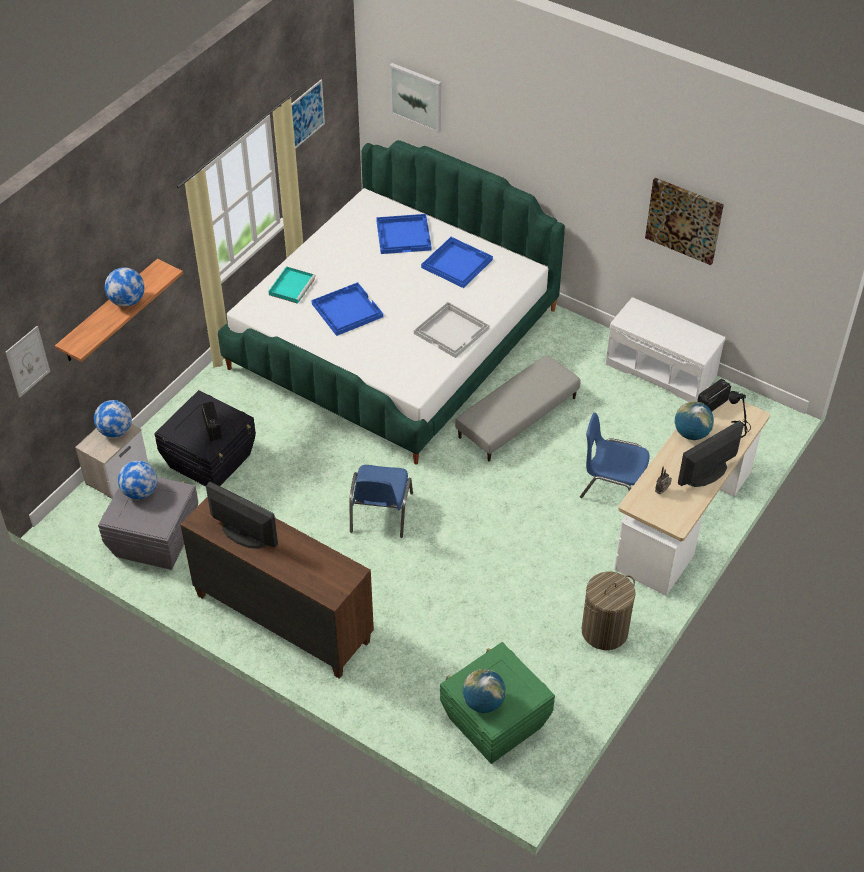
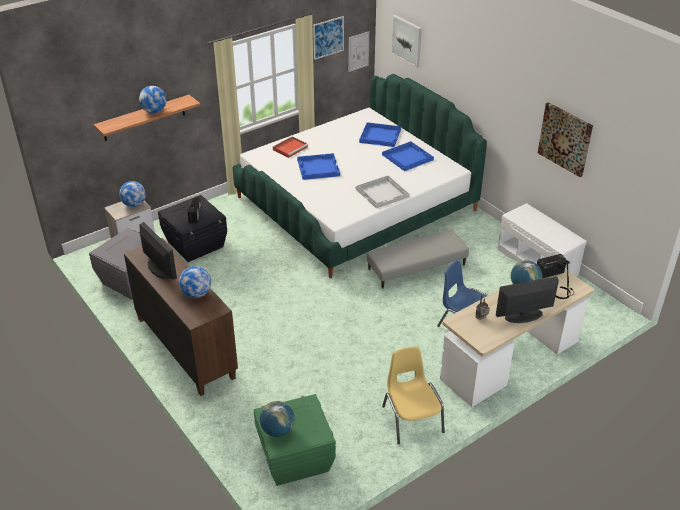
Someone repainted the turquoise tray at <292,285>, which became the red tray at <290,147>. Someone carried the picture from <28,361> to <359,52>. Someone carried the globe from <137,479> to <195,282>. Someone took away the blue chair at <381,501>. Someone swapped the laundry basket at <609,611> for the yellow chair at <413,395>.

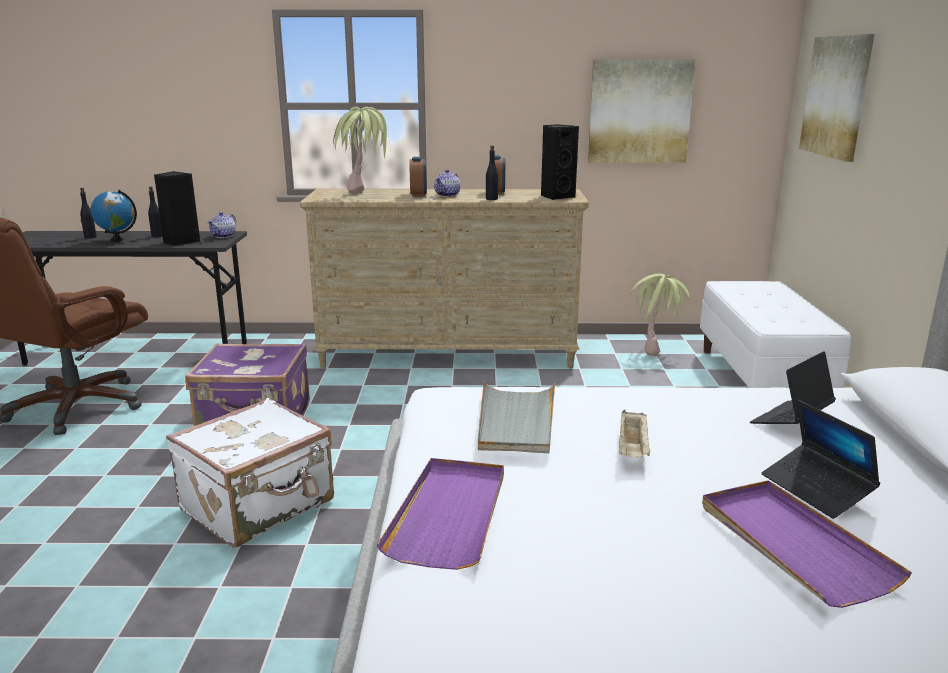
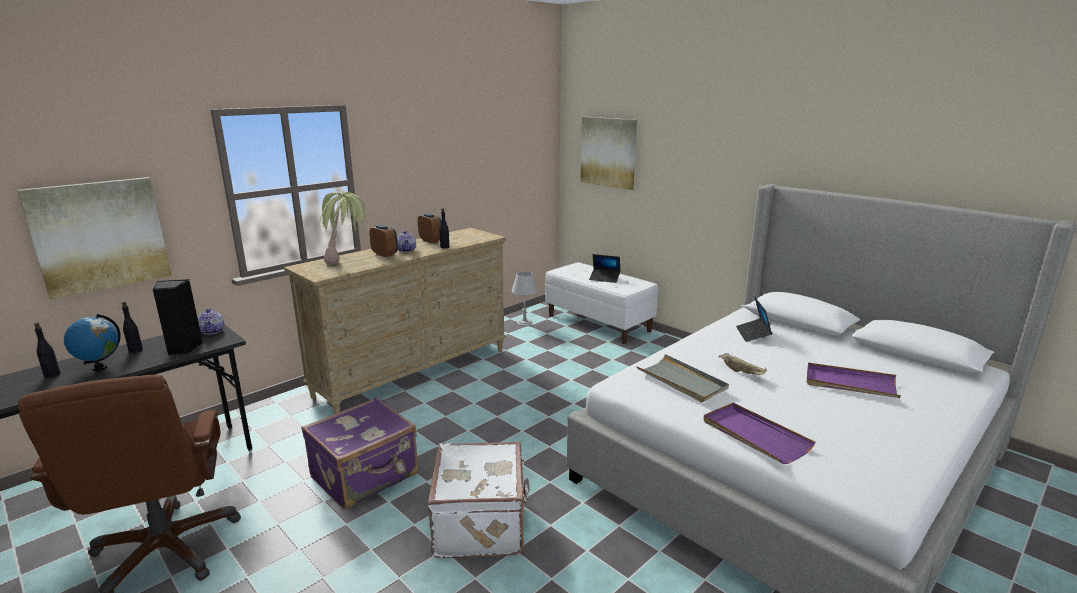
Someone carried the picture from <642,111> to <94,238>. Someone took away the black speaker at <560,162>. Someone swapped the potted plant at <660,314> for the grey table lamp at <525,298>. Someone carried the laptop from <821,459> to <604,268>.

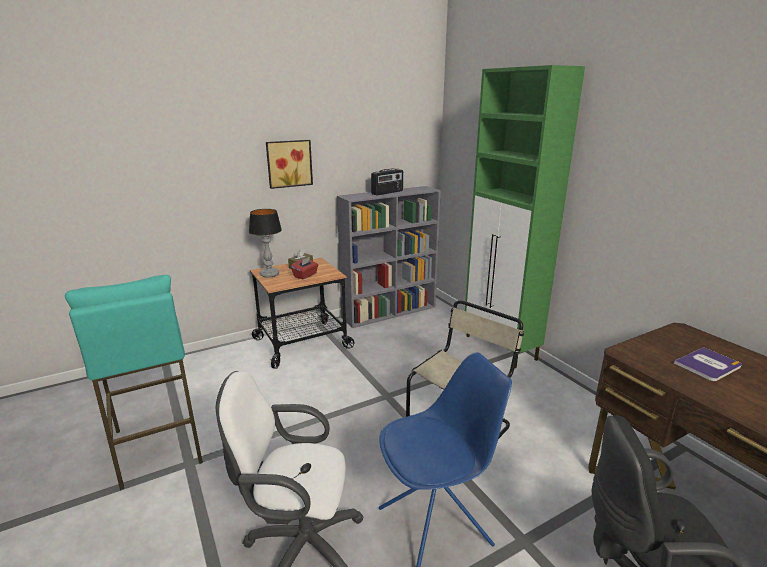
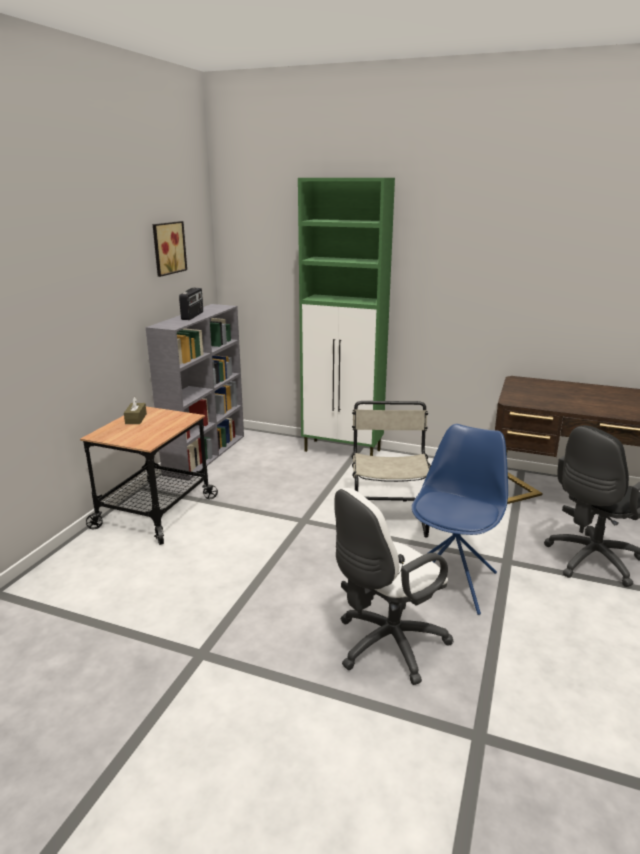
Someone carried the picture from <289,164> to <170,249>. Someone took away the table lamp at <265,243>. Someone took away the red tissue box at <304,268>. Someone took away the turquoise stool at <134,382>. Someone took away the book at <708,364>.

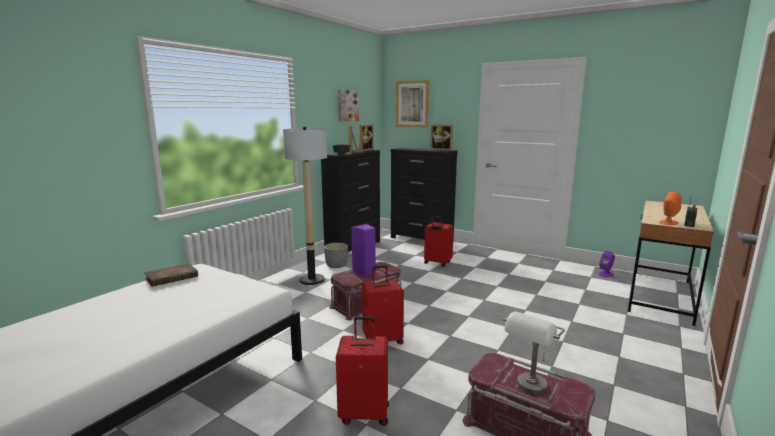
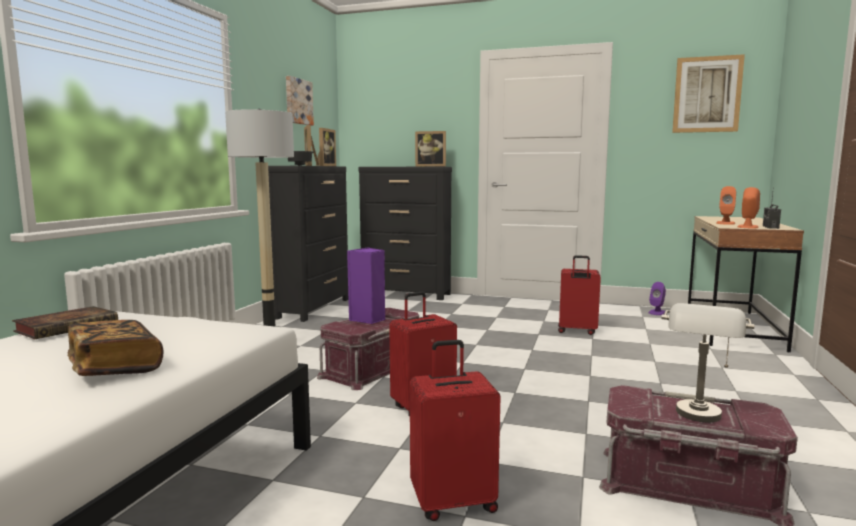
Someone carried the picture from <412,104> to <708,93>. Someone carried the red suitcase from <439,241> to <579,295>. Someone took away the grey planter at <336,255>. Someone put down the orange speaker at <726,205>. Someone put down the book at <115,348>.

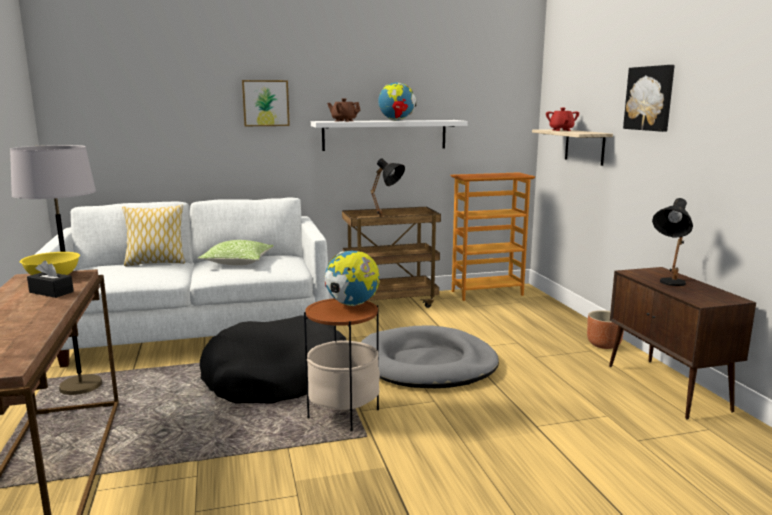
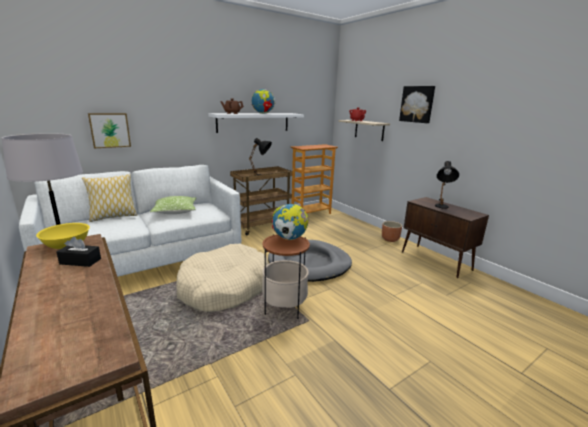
Someone carried the picture from <266,103> to <109,130>. Someone repainted the black dog bed at <273,360>, which became the beige dog bed at <222,278>.

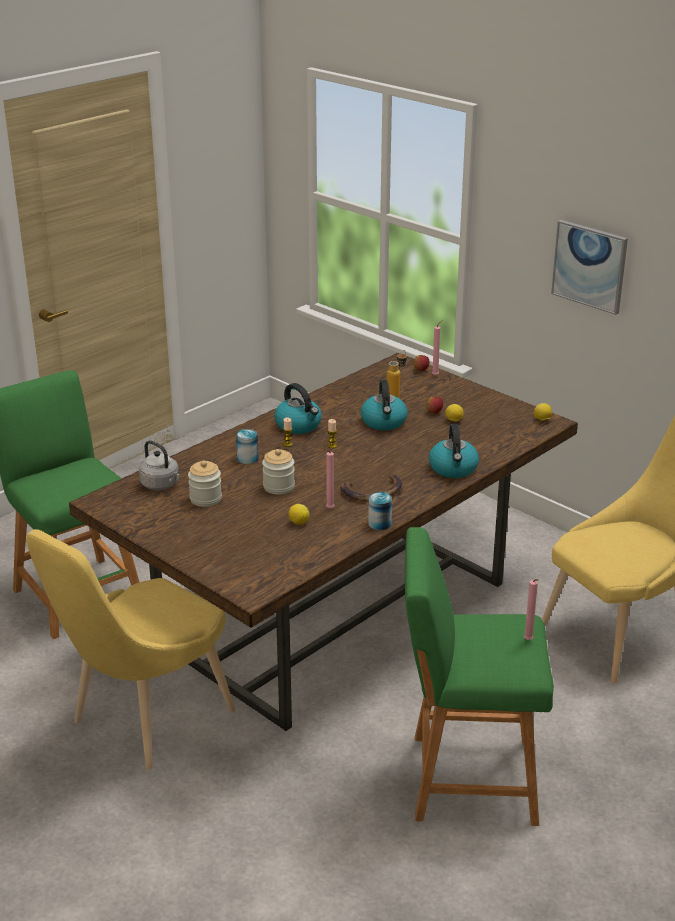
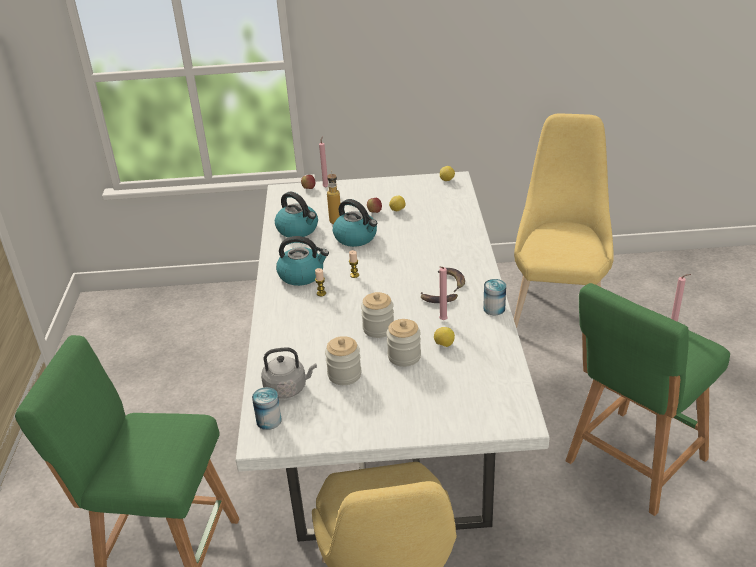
Someone took away the picture at <589,267>. Someone repainted the brown dining table at <323,542>, which became the white dining table at <393,356>. Someone carried the kettle from <454,451> to <296,214>. Someone carried the can from <247,446> to <267,408>. Someone put down the jar at <403,343>.

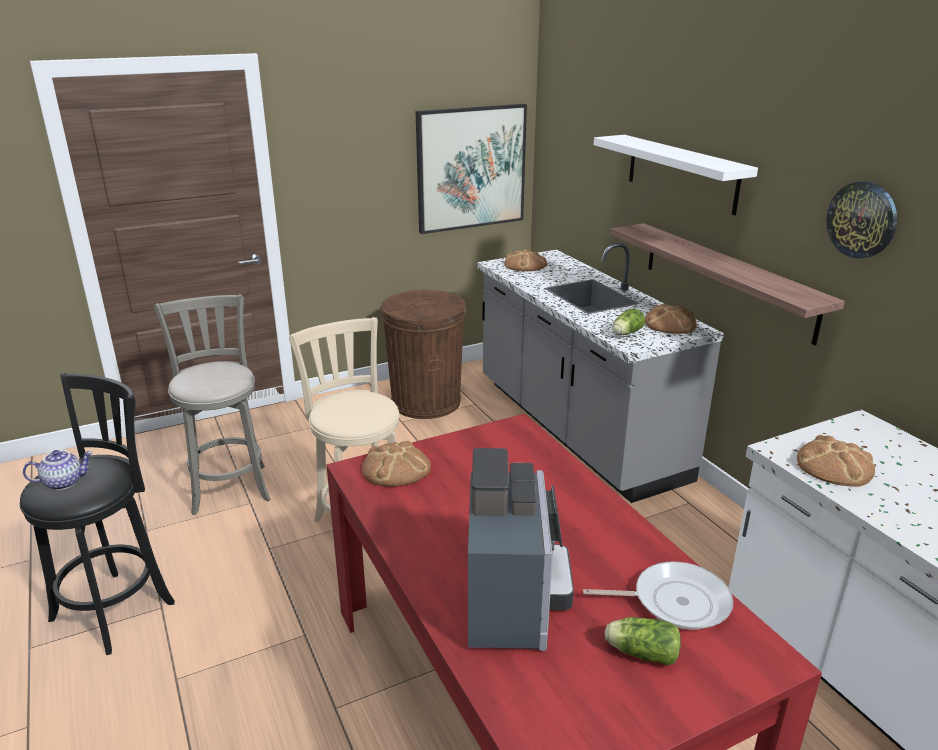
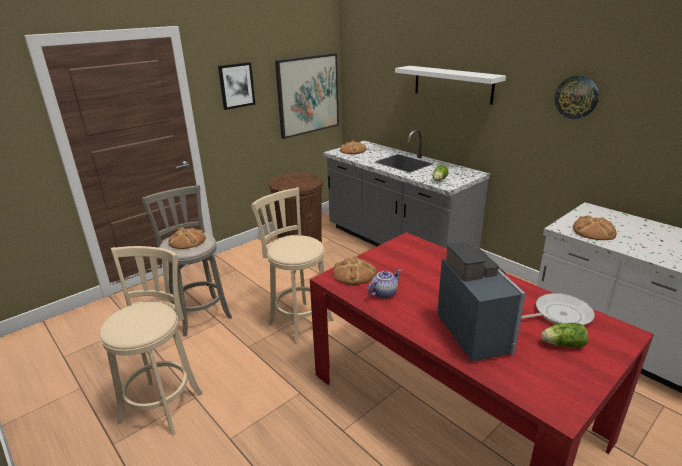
Someone took away the shelf at <727,284>. Someone carried the bread from <671,318> to <187,238>. Someone repainted the black stool at <97,514>, which became the beige stool at <151,340>. Someone carried the teapot from <58,470> to <384,283>. Someone put up the picture at <236,86>.

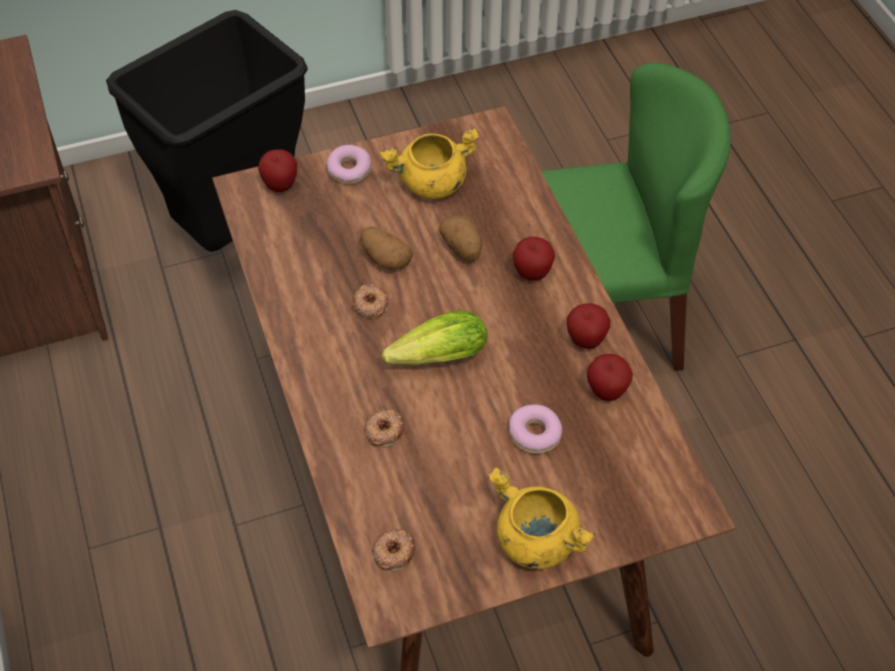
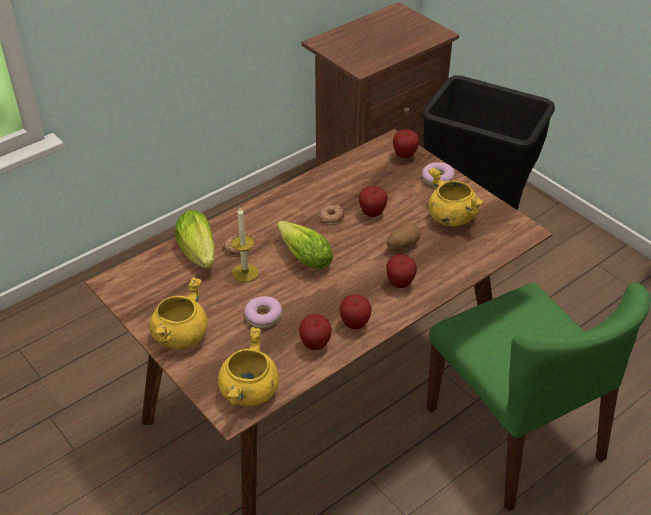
Someone swapped the potato at <387,248> for the apple at <373,201>. Someone took away the donut at <394,550>. Someone put down the candle at <244,245>. Someone put down the lettuce at <195,239>. Someone put down the yellow cooking pot at <248,366>.

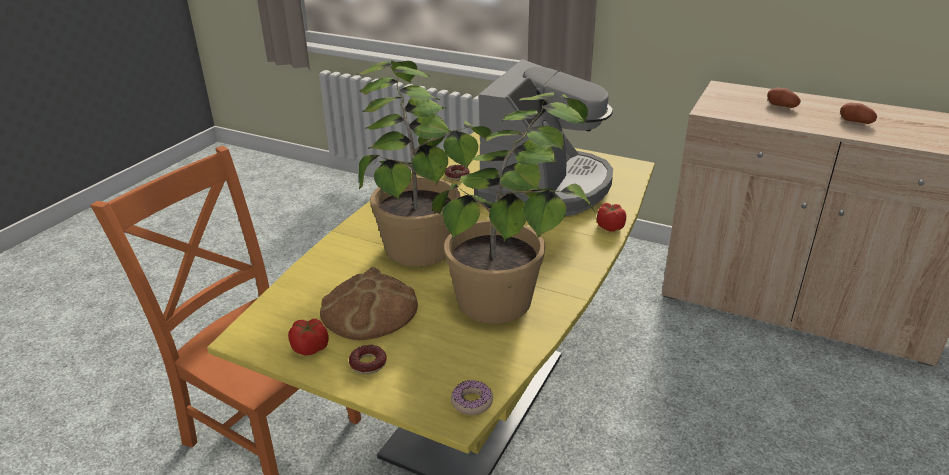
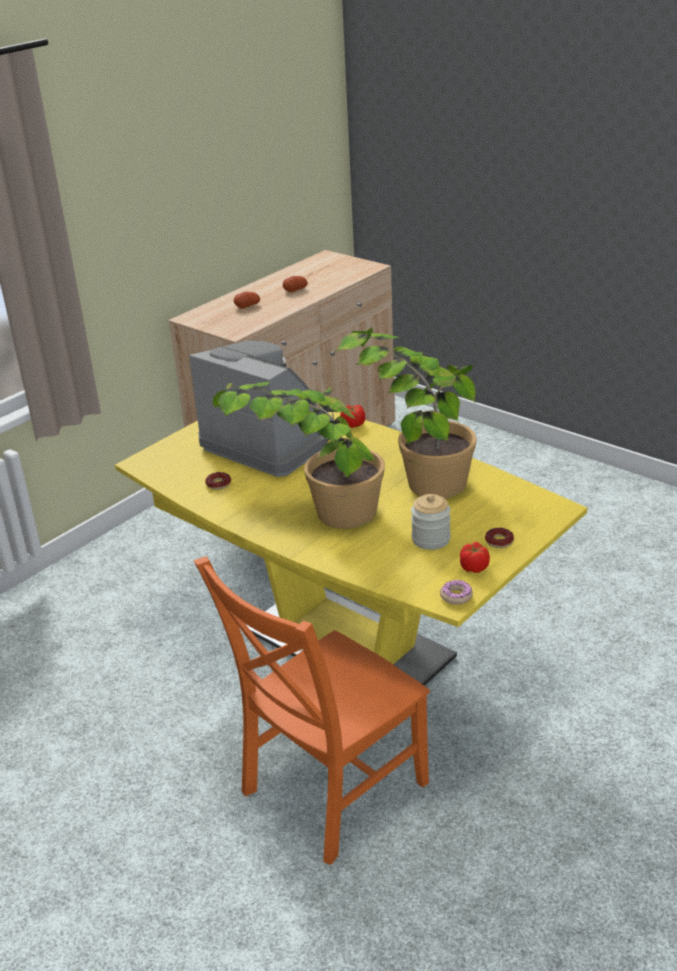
Someone swapped the bread at <369,303> for the jar at <431,522>. Someone carried the donut from <472,397> to <456,592>.

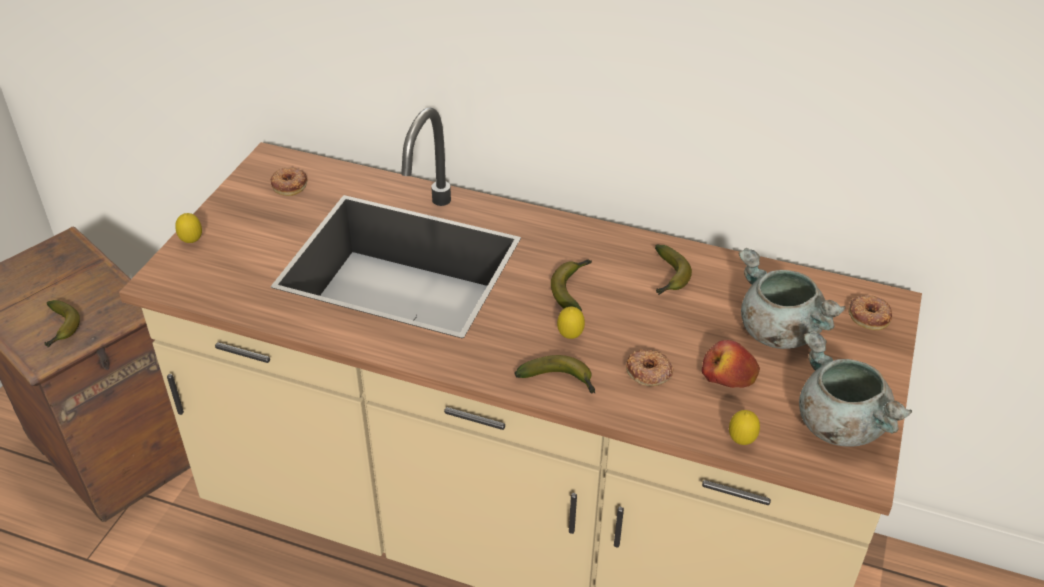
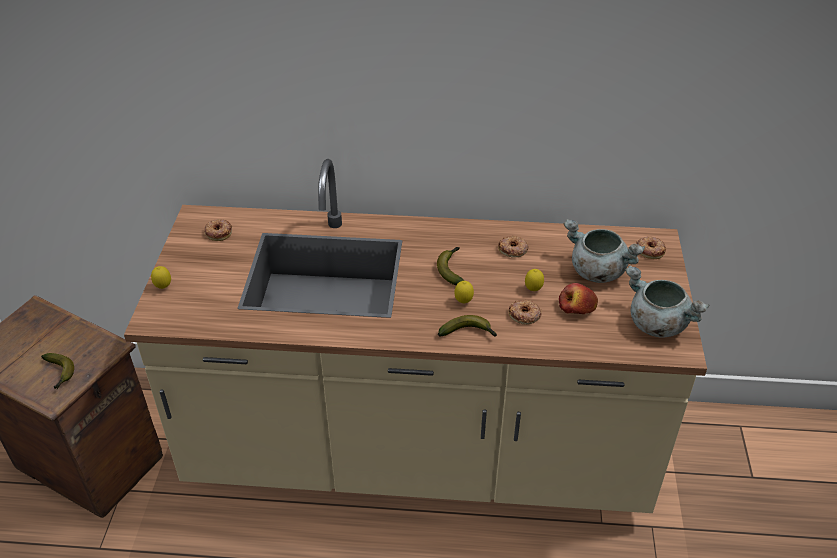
Someone swapped the banana at <673,269> for the donut at <513,247>. Someone carried the lemon from <744,427> to <534,280>.

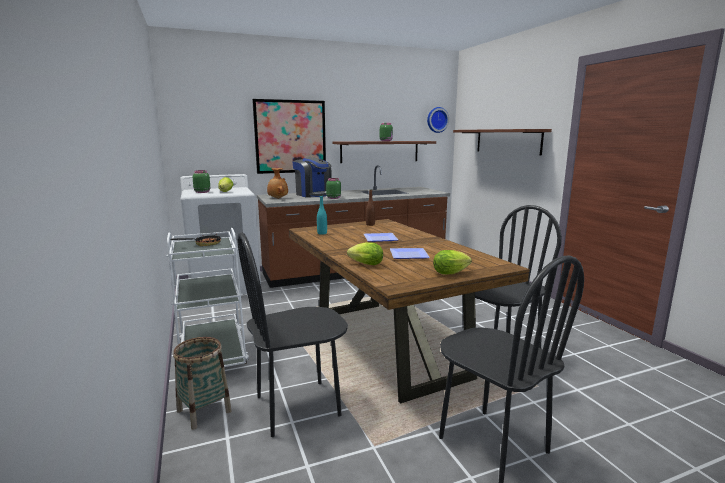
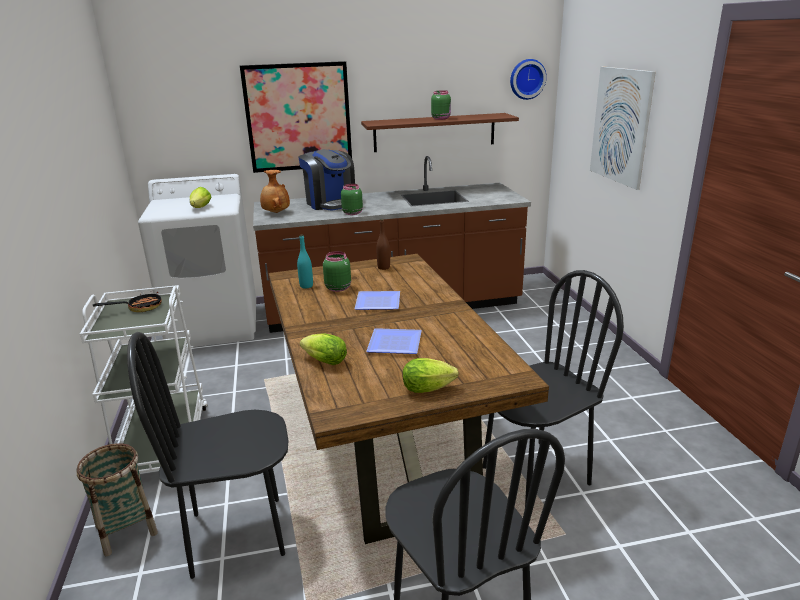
Someone swapped the brown shelf at <502,142> for the picture at <623,128>. Someone carried the green jar from <201,181> to <337,271>.

